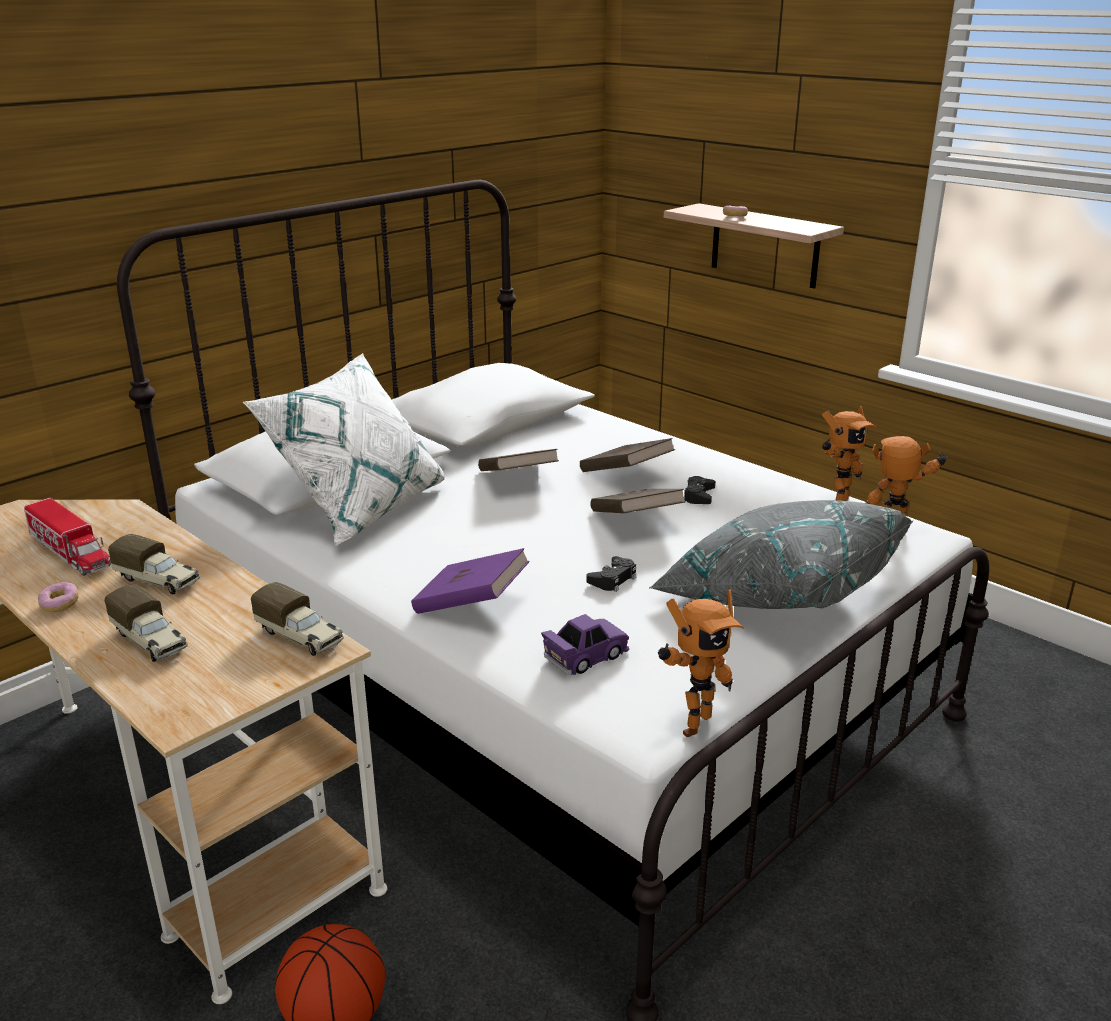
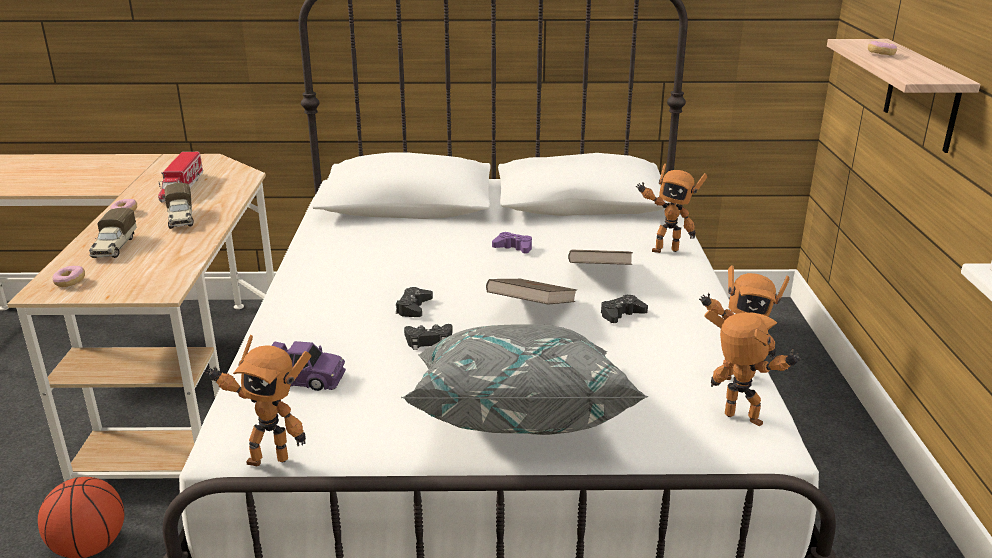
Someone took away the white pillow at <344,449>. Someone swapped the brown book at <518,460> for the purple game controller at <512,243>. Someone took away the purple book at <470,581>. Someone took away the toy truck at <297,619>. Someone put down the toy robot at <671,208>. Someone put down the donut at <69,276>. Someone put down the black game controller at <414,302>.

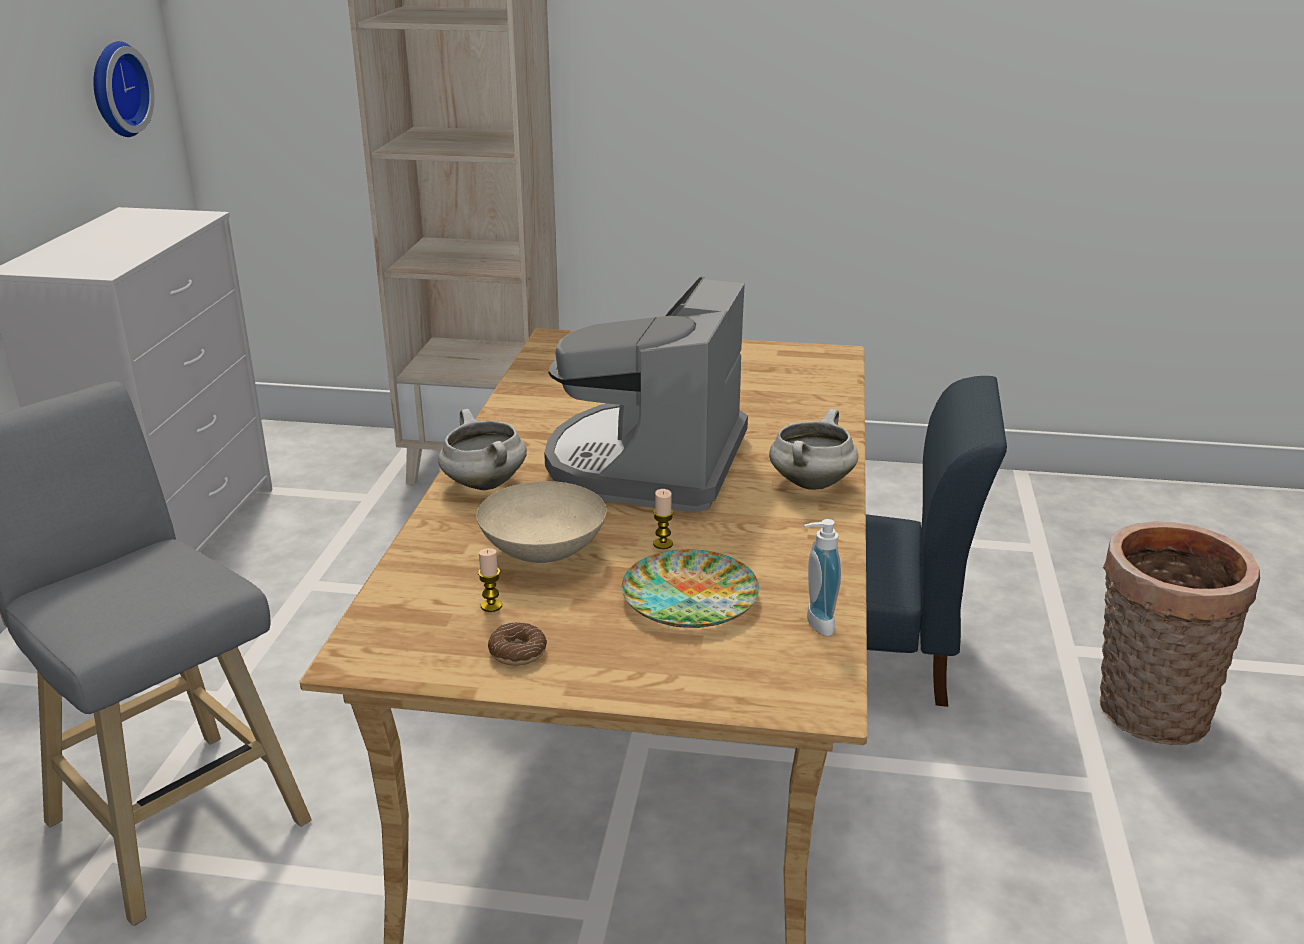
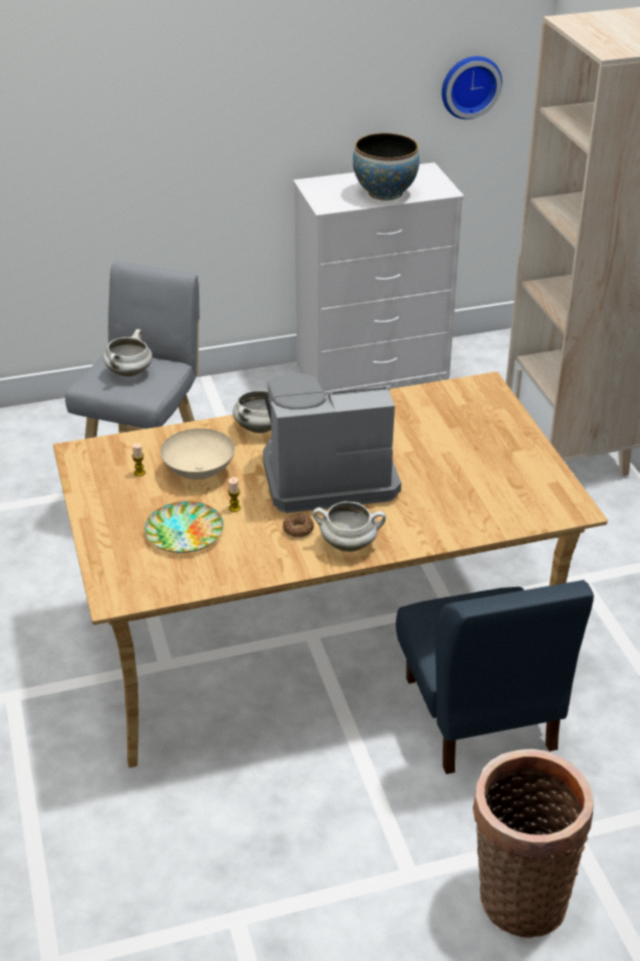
Someone took away the soap dispenser at <822,577>. Someone carried the donut from <517,644> to <298,526>. Someone put down the bowl at <386,167>. Someone put down the white cooking pot at <128,353>.

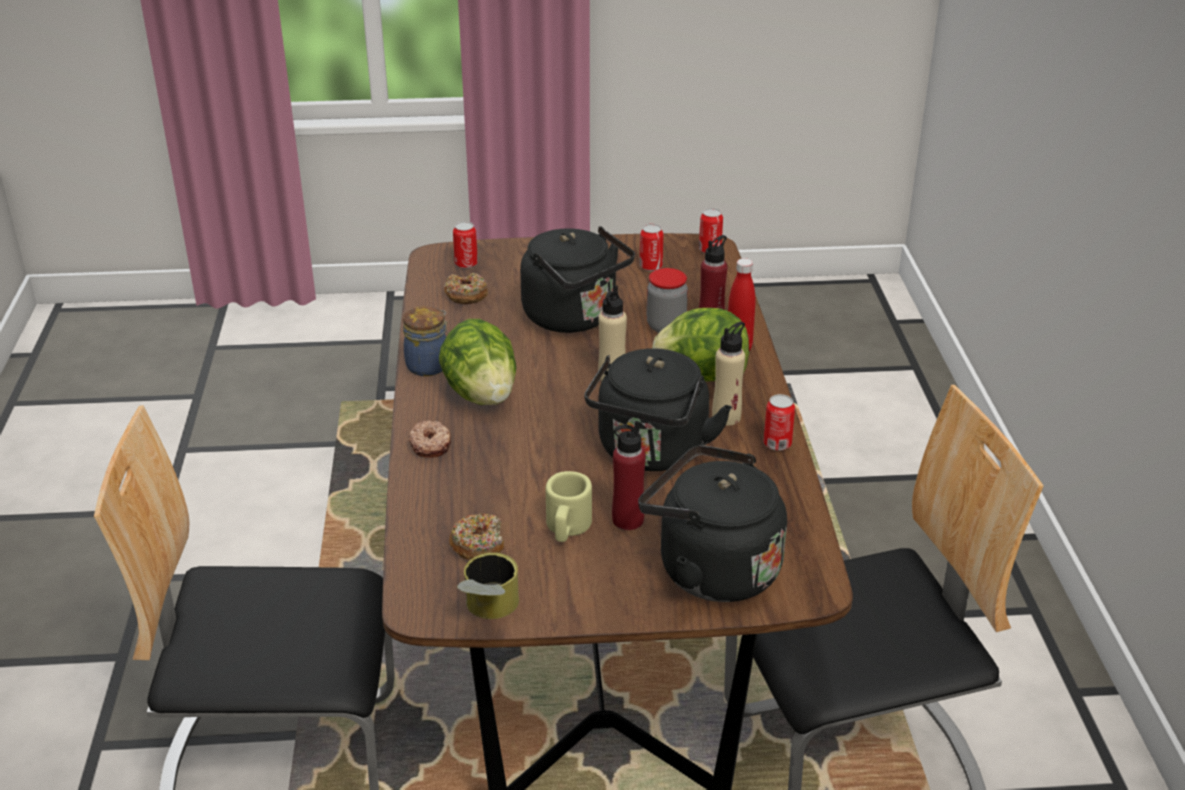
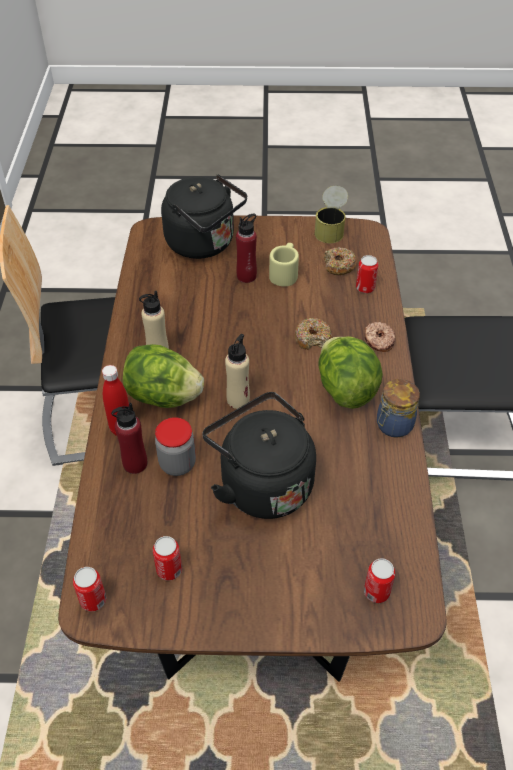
Someone carried the donut from <466,288> to <313,334>. Someone took away the black kettle at <658,409>. Someone carried the can from <779,422> to <367,274>.

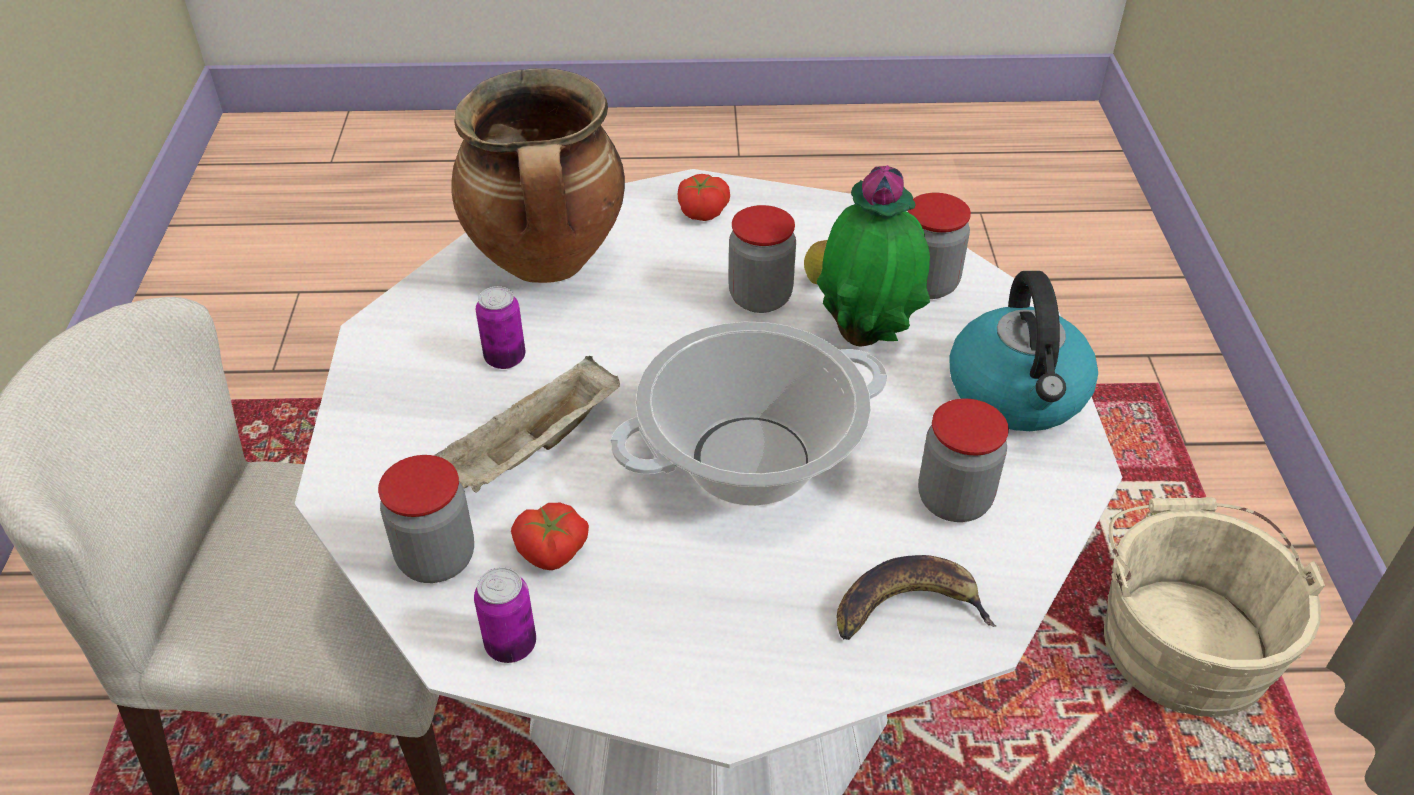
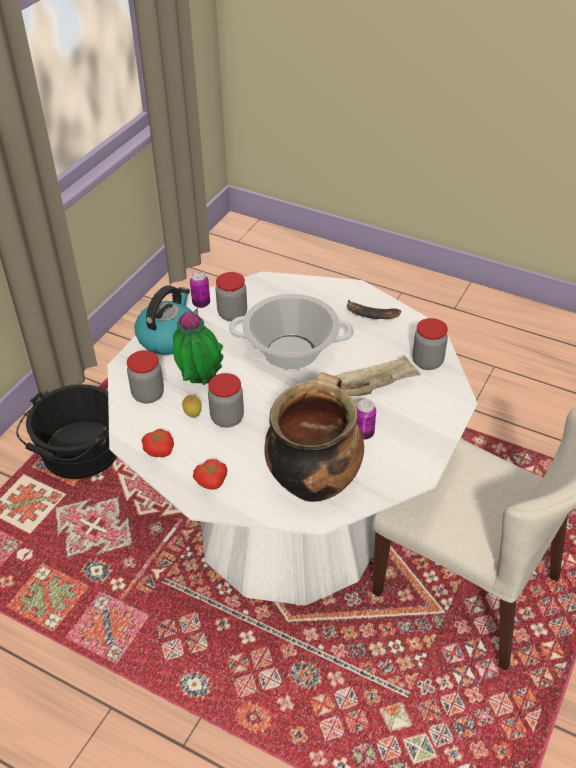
Someone repainted the beige bucket at <1214,607>, which became the black bucket at <66,431>. Someone carried the tomato from <550,536> to <158,443>. Someone carried the banana from <916,597> to <374,309>. Someone carried the can from <505,615> to <200,290>.

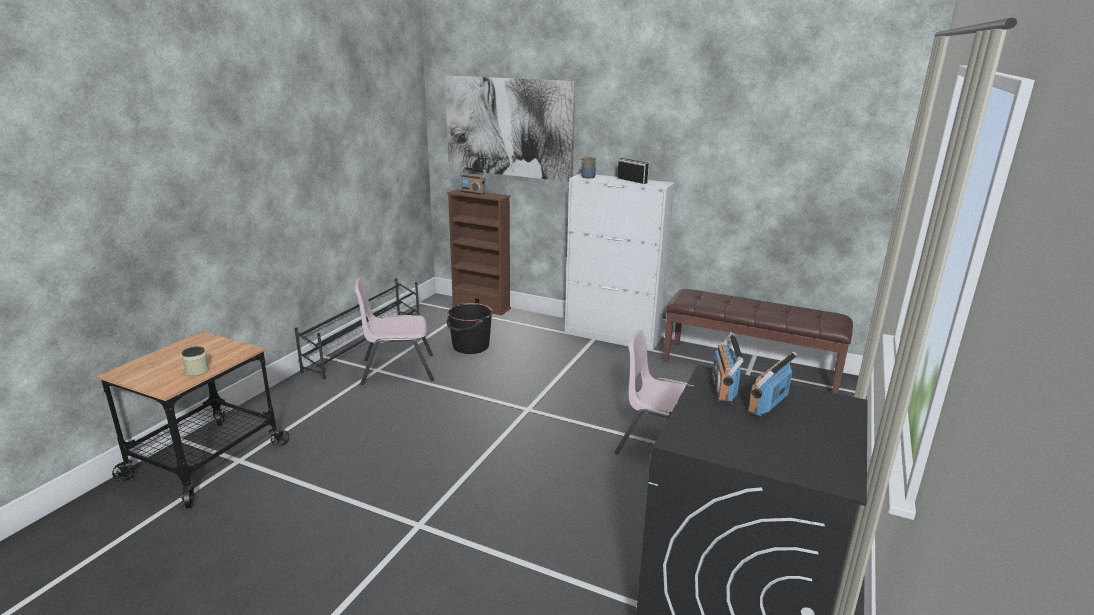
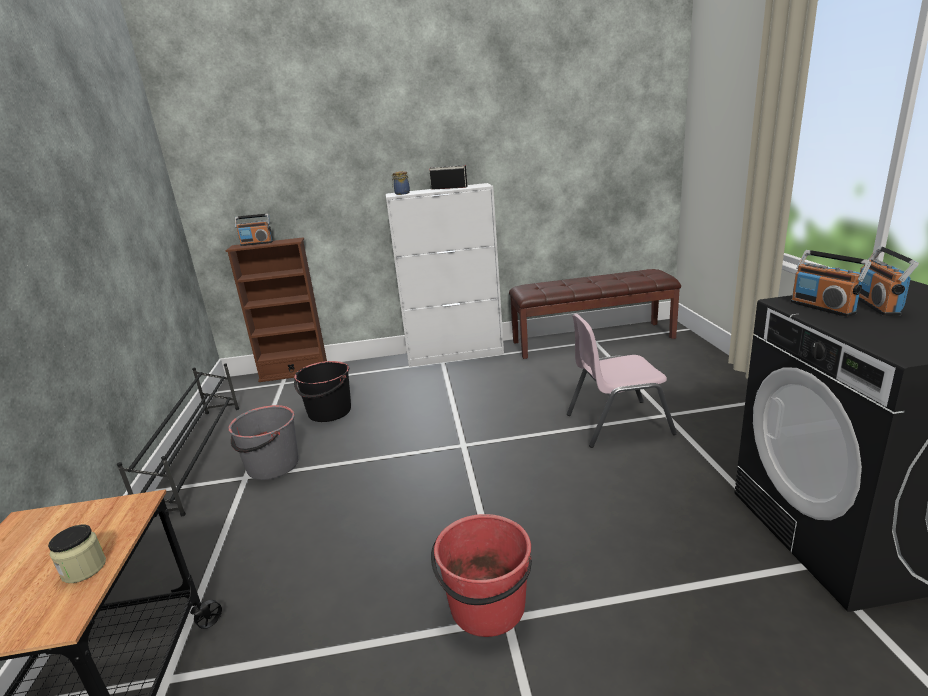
Someone took away the picture at <510,128>. Someone swapped the pink chair at <394,331> for the grey bucket at <263,442>. Someone put down the red bucket at <481,575>.

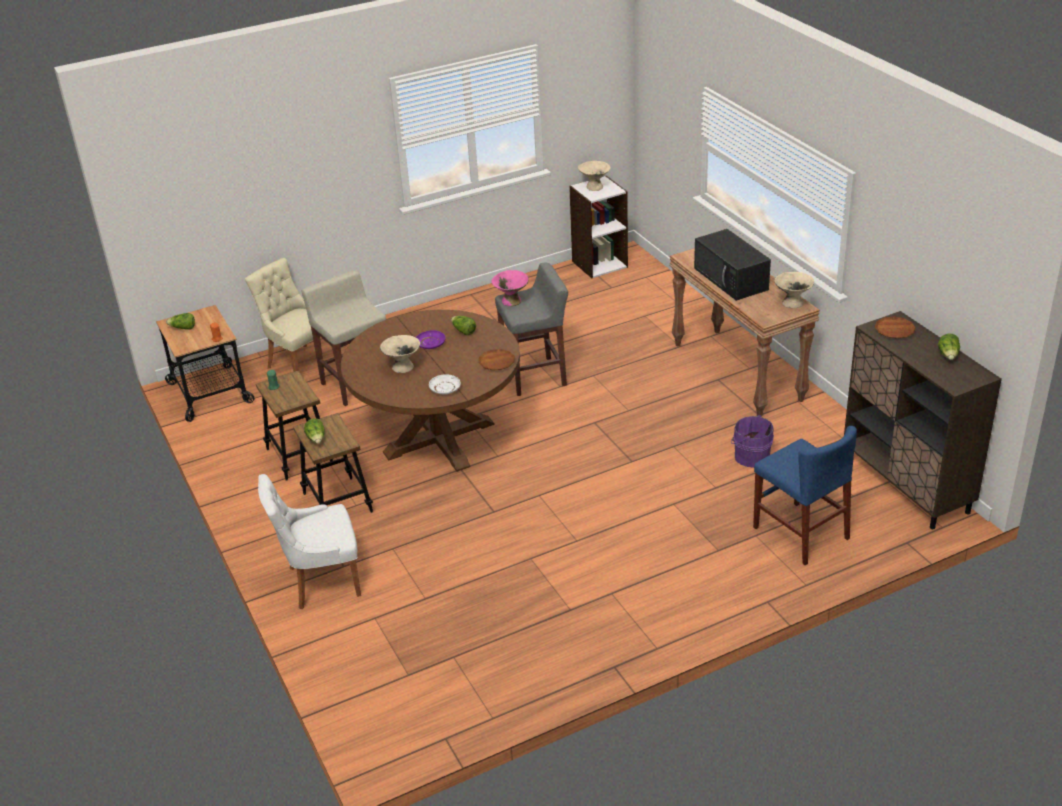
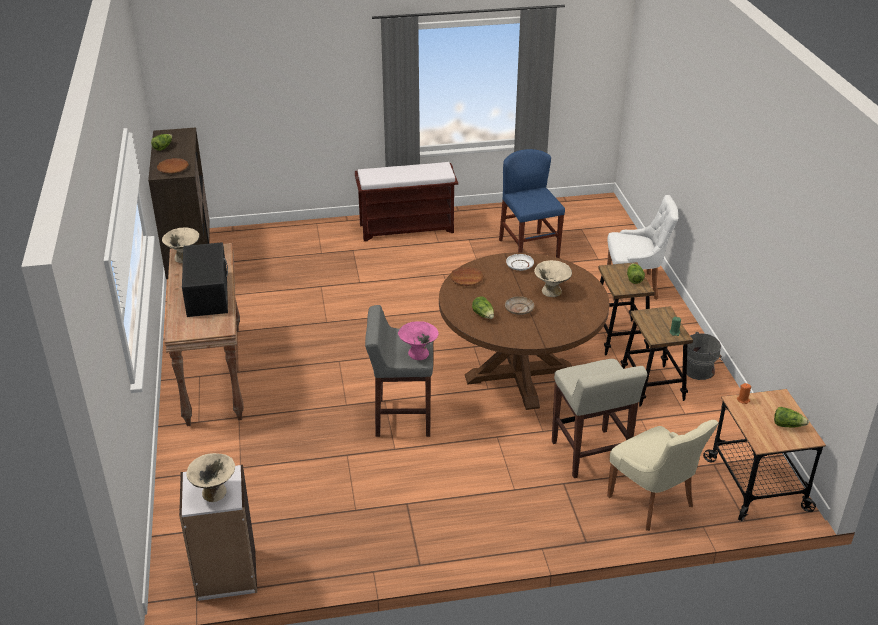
Someone repainted the purple plate at <431,339>, which became the beige plate at <520,305>. Someone took away the purple bucket at <752,441>. Someone carried the blue chair from <805,496> to <532,203>. Someone put down the brown bench at <406,201>. Someone put down the grey bucket at <705,356>.

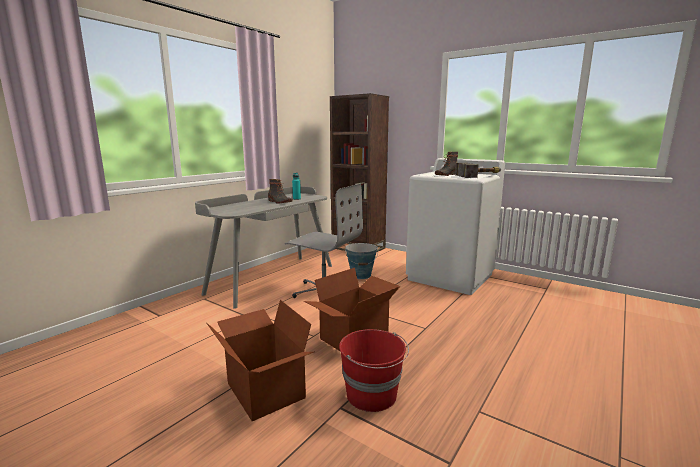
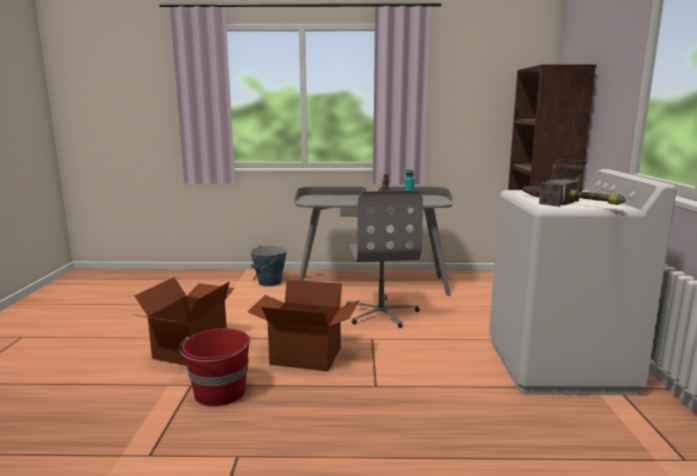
Someone carried the bucket from <361,261> to <268,266>.

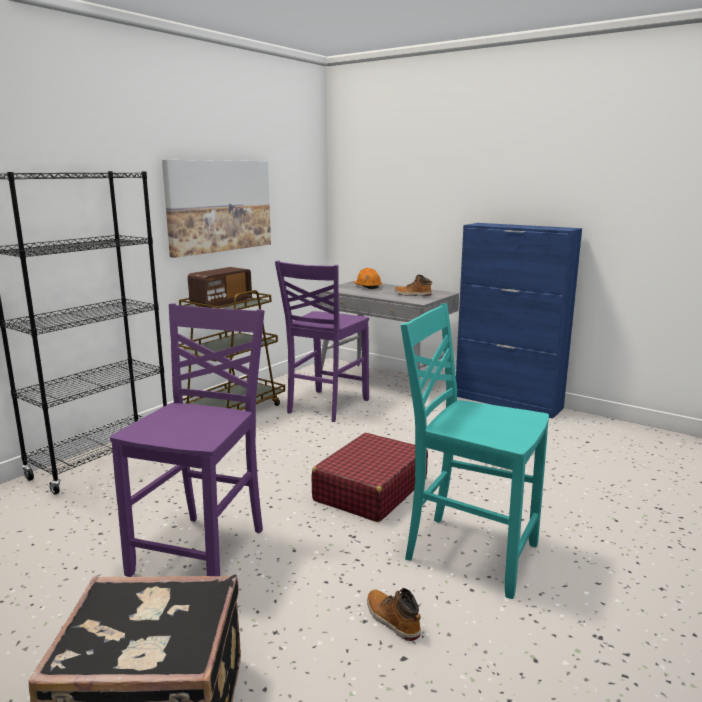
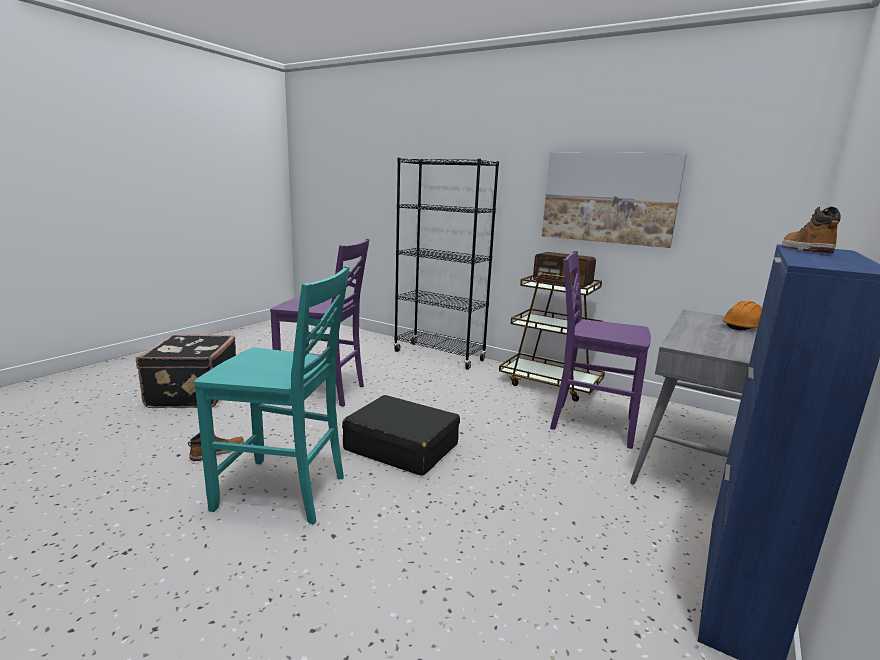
Someone carried the boot from <413,285> to <811,230>. Someone rotated the turquoise chair at <475,451> by 75 degrees clockwise. Someone repainted the red suitcase at <369,477>, which became the black suitcase at <401,435>.

